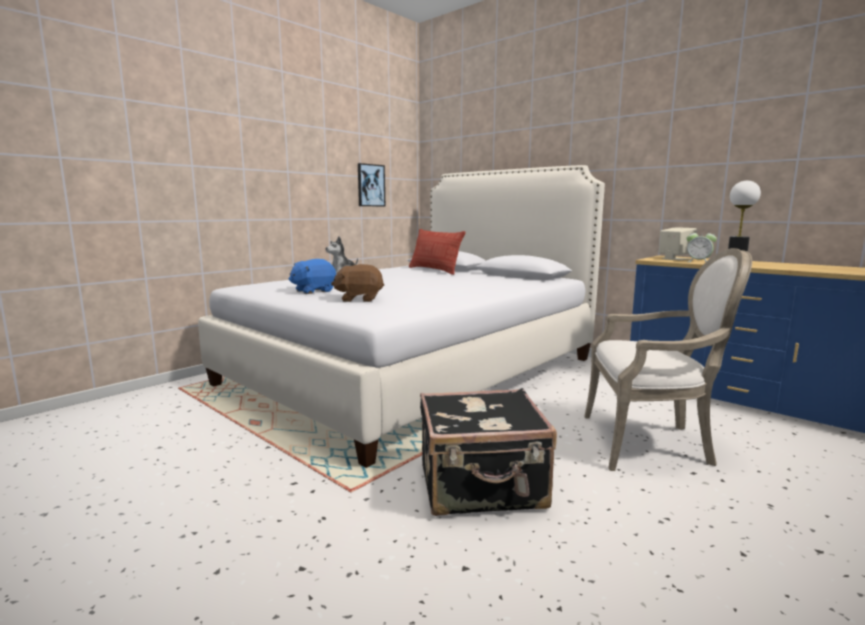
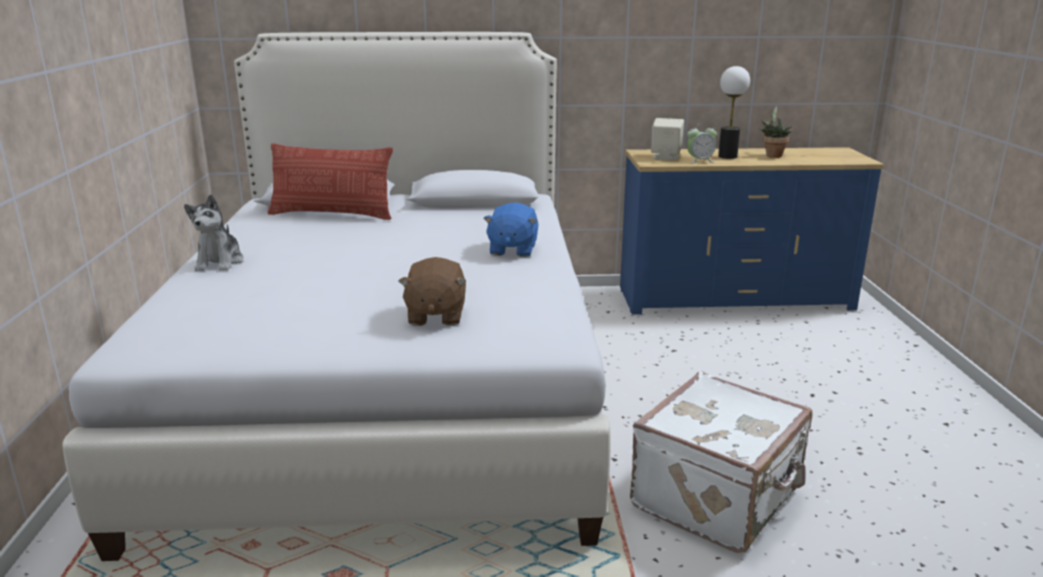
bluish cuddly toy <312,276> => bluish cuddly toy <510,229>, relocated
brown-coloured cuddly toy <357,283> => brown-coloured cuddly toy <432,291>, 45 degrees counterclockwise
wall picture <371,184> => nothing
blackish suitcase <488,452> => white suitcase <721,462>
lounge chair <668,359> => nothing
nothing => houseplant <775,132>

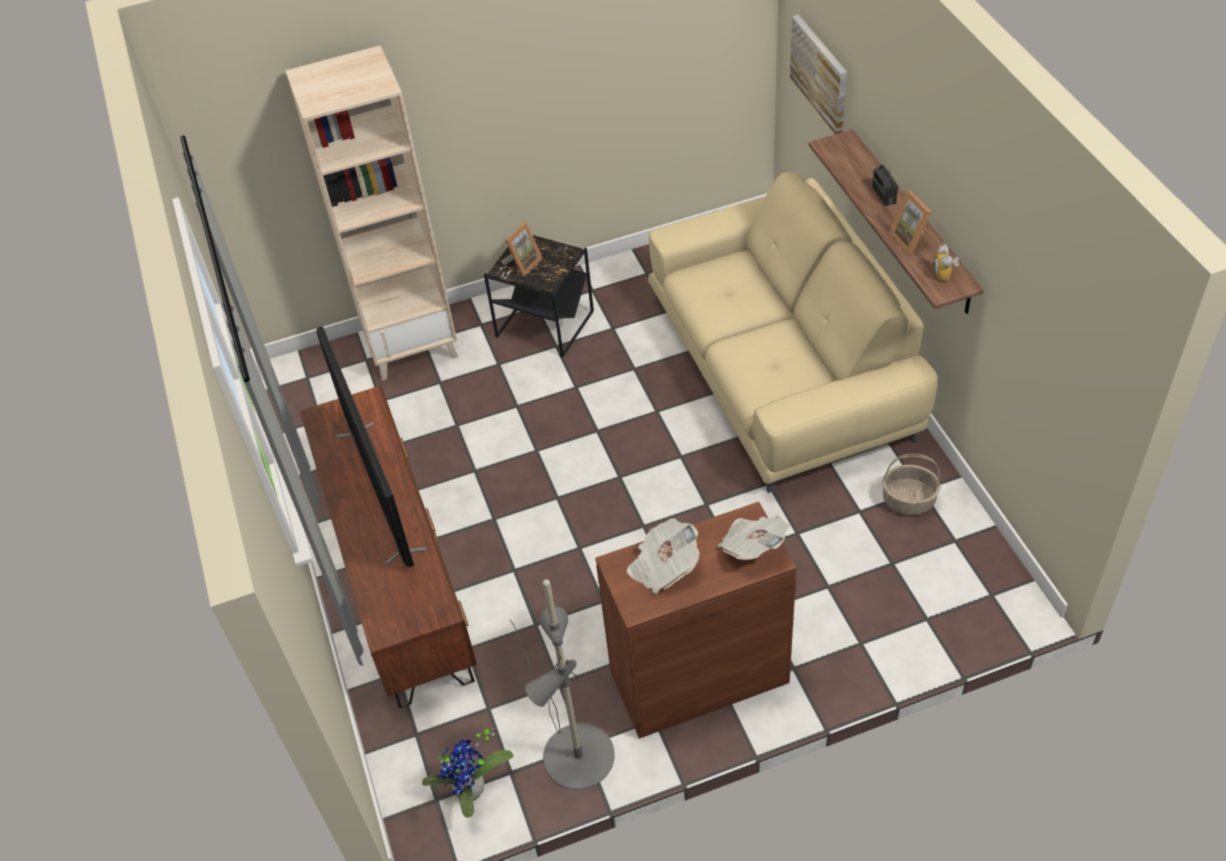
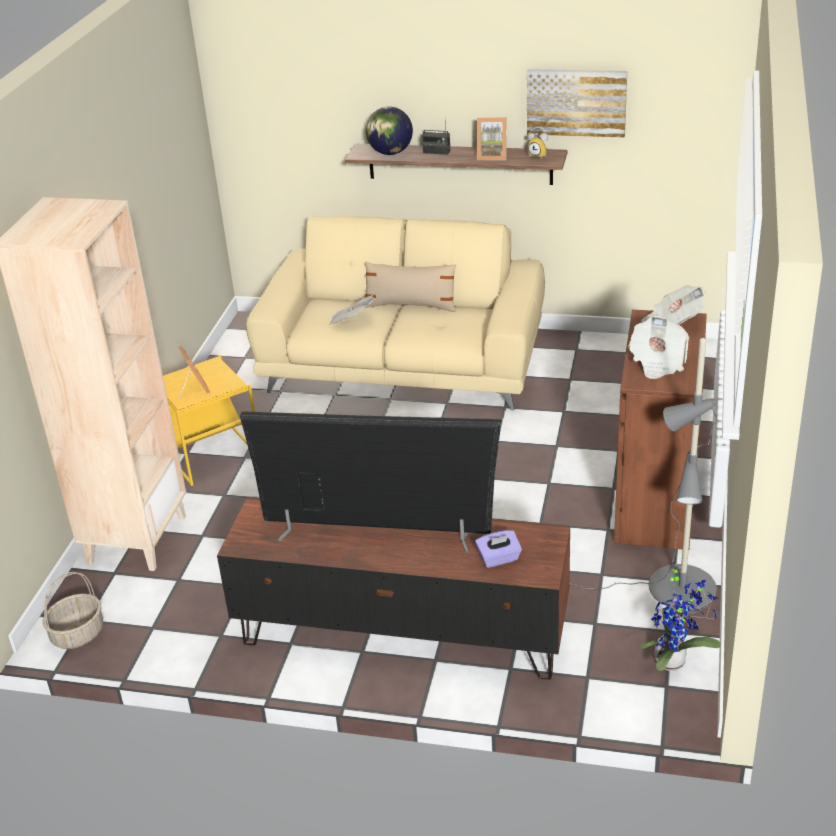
blackish accent table <539,296> => yellowish accent table <209,420>
wall picture <818,74> => wall picture <577,103>, relocated
household basket <911,484> => household basket <73,610>, relocated
nothing => daily paper <351,310>
nothing => beige-coloured pillow <410,286>
nothing => globe <389,131>
nothing => purplish tissue holder <498,549>

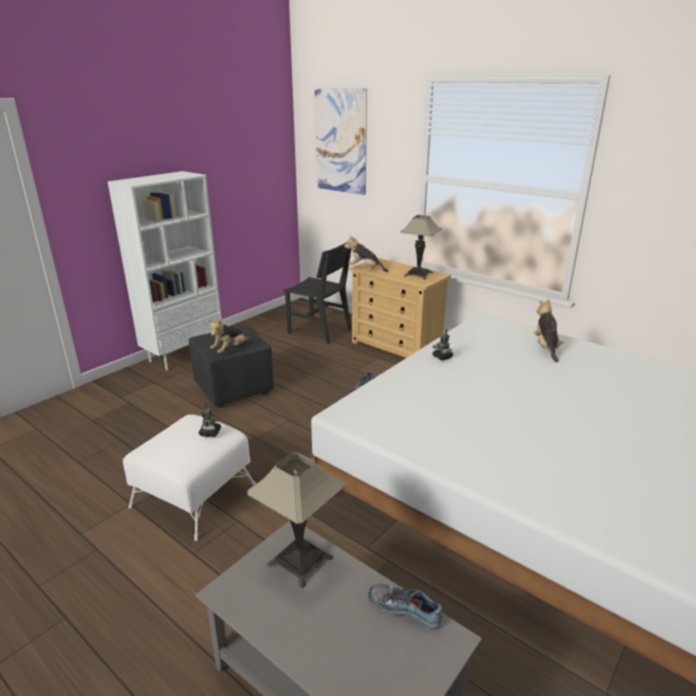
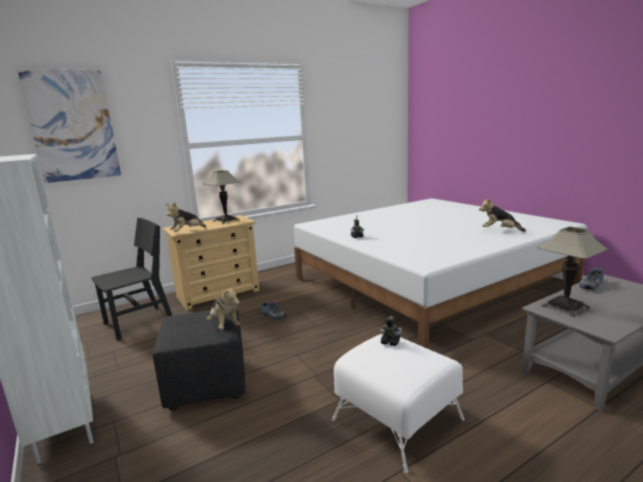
cuddly toy <549,330> => cuddly toy <502,215>, relocated

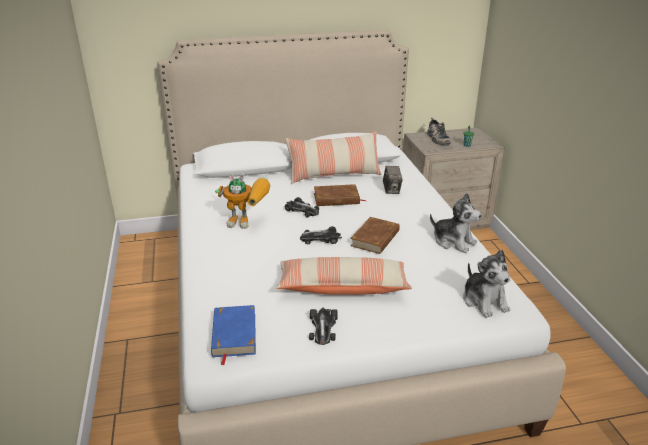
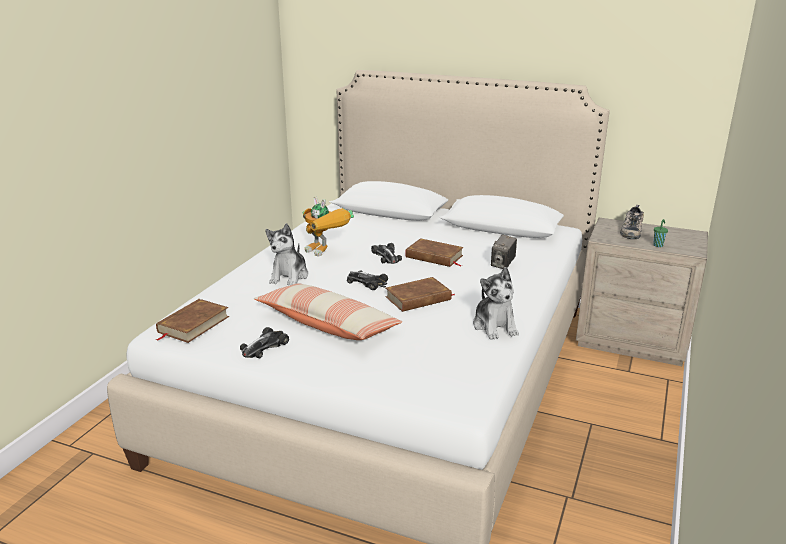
bluish bound book <233,335> => brown-coloured bound book <192,321>
pillow <333,157> => nothing
cuddly toy <487,283> => cuddly toy <286,254>, relocated

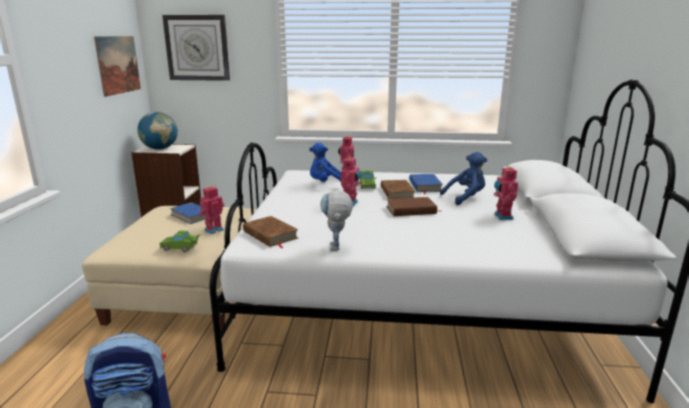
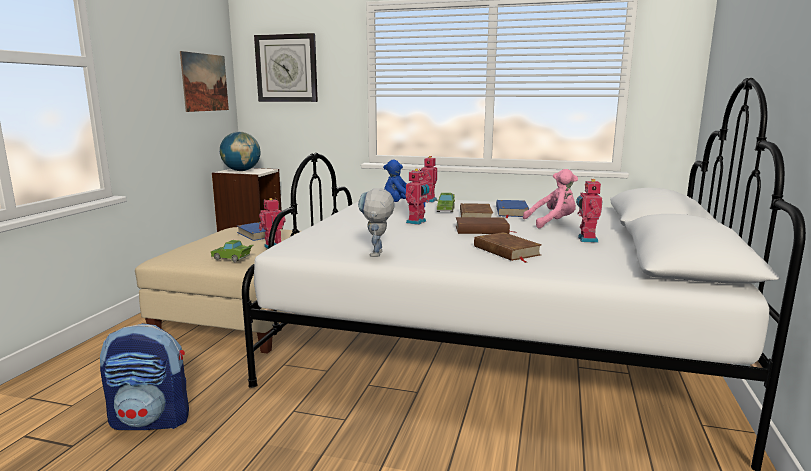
brown-coloured bound book <270,232> => brown-coloured bound book <508,247>, relocated
bluish cuddly toy <463,178> => pinkish cuddly toy <550,199>

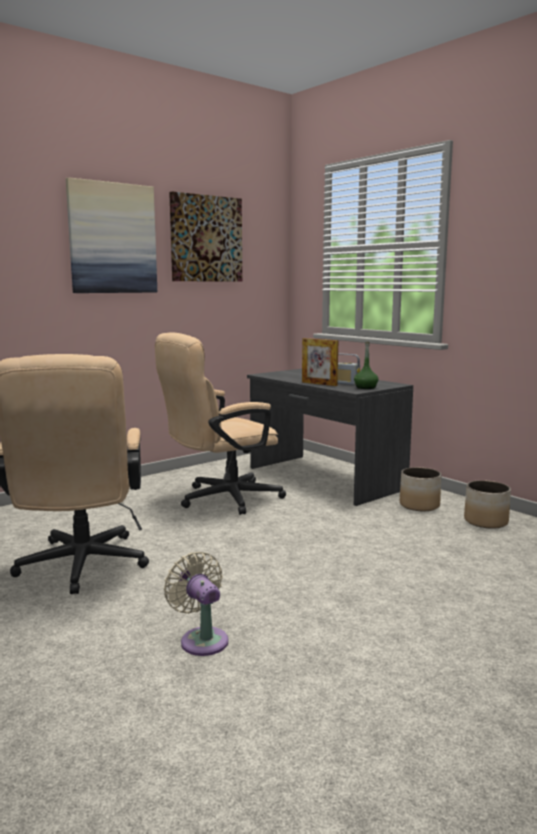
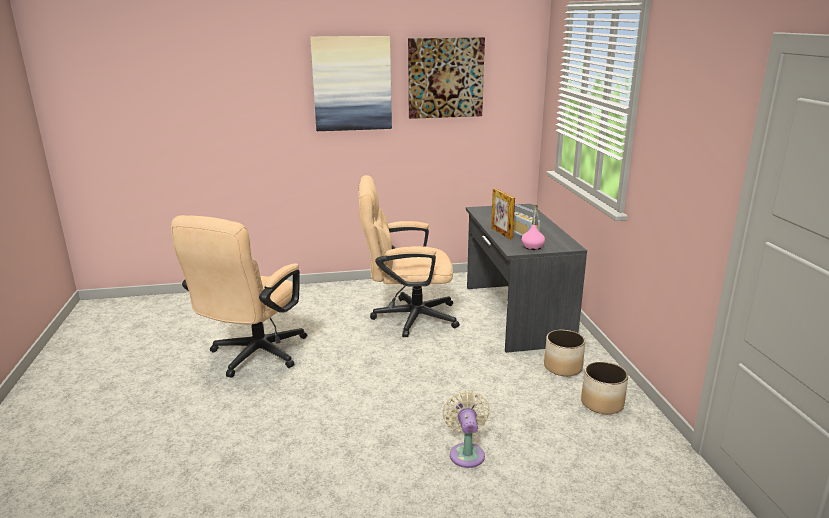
beige-coloured fan <196,604> => beige-coloured fan <466,429>, relocated
green-coloured bottle <366,365> => pinkish bottle <533,227>

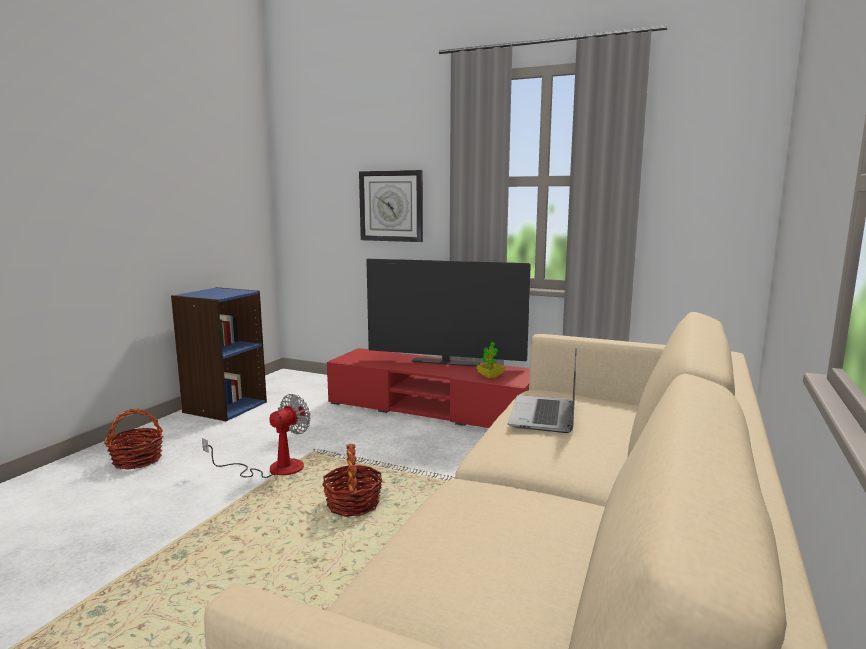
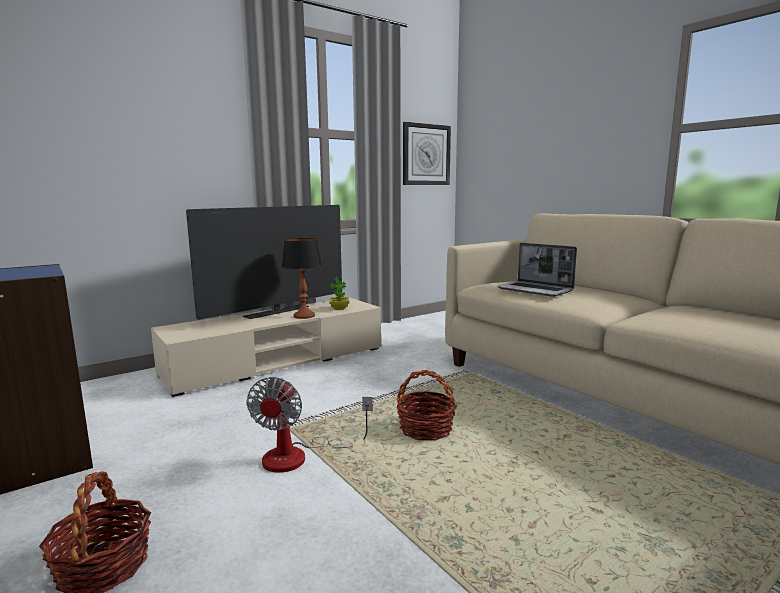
fan <256,436> => fan <309,425>, 150 degrees counterclockwise
red-coloured tv stand <428,388> => beige-coloured tv stand <266,347>
wall clock <391,206> => wall clock <427,153>, relocated
nothing => lamp for a table <302,278>

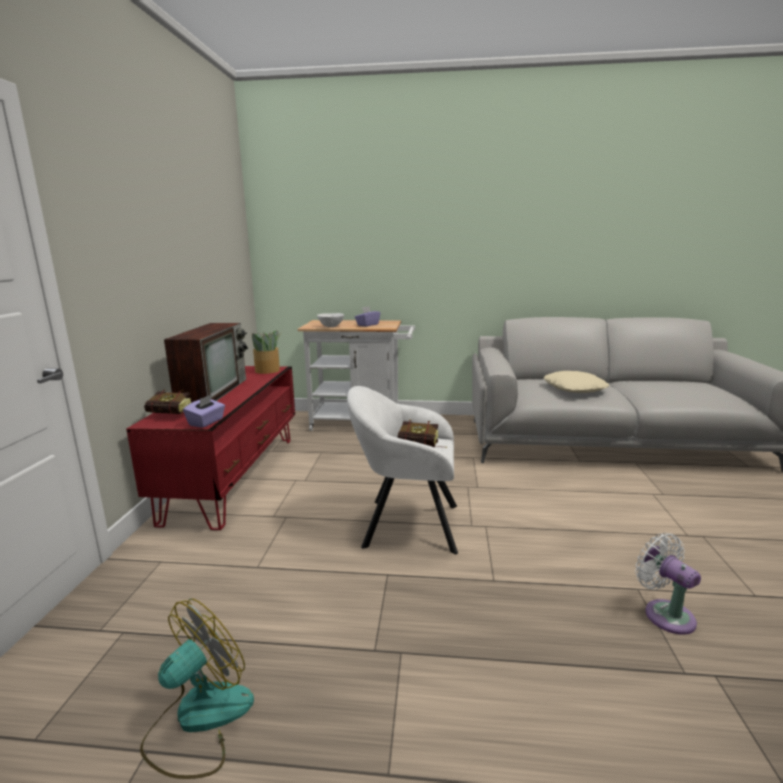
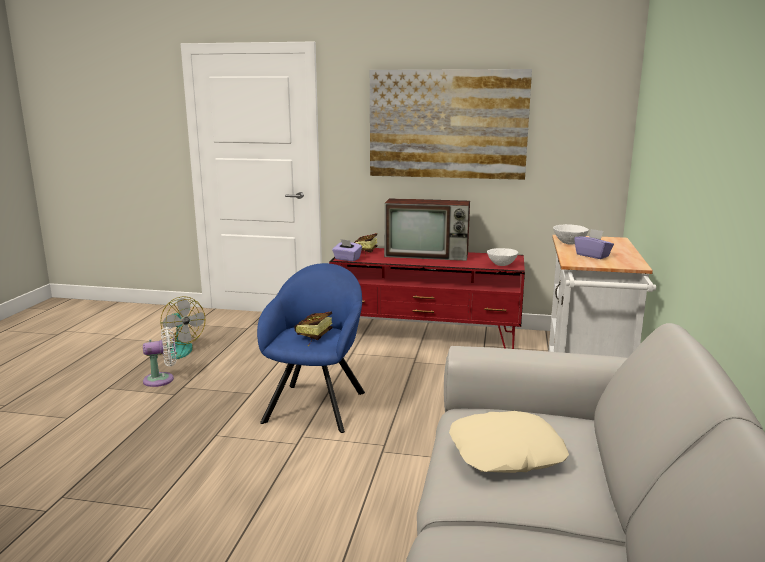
houseplant <266,352> => white bowl <502,257>
white lounge chair <402,470> => bluish lounge chair <311,348>
white fan <668,584> => white fan <159,357>, relocated
nothing => wall picture <451,124>

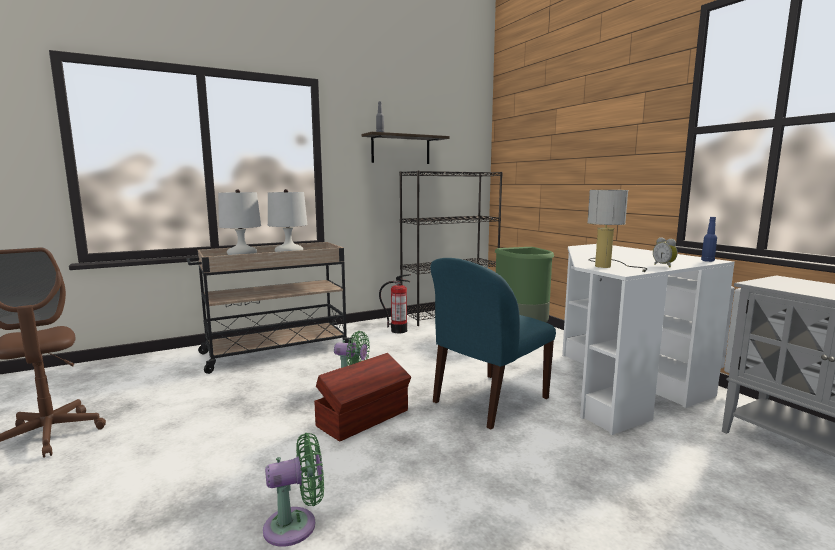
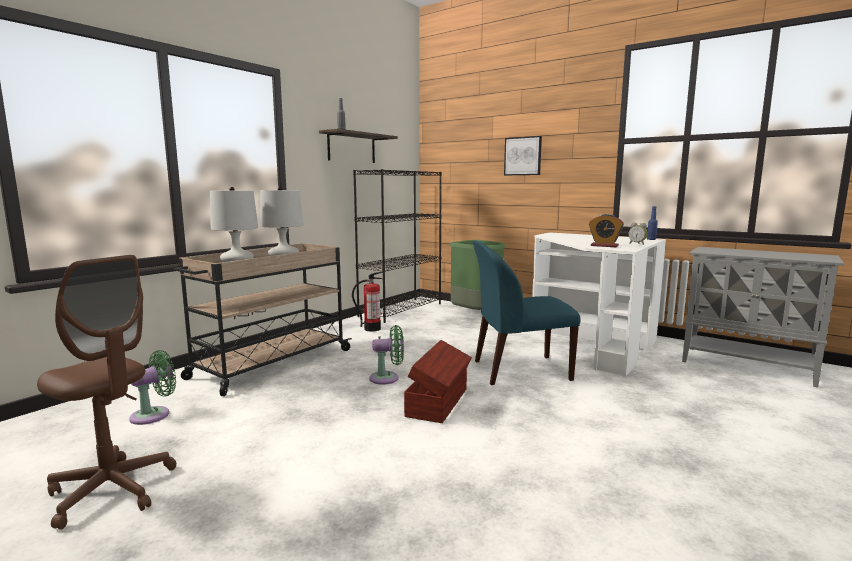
green-coloured fan <293,489> => green-coloured fan <152,387>, relocated
bluish plain chair <493,344> => bluish plain chair <527,313>, 60 degrees clockwise
lamp for a table <617,231> => alarm clock <606,230>
nothing => wall picture <523,155>

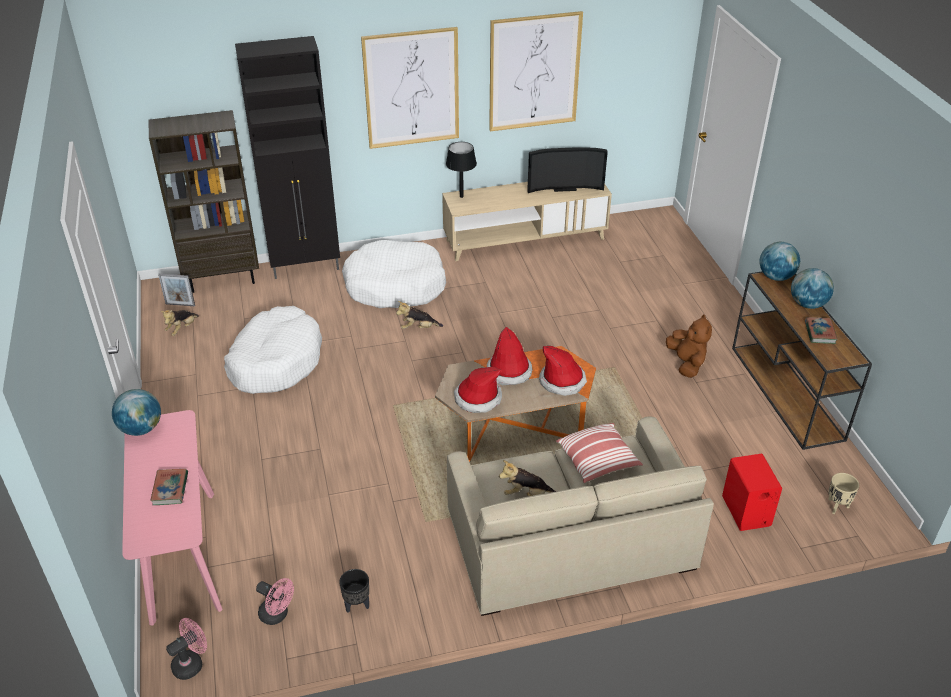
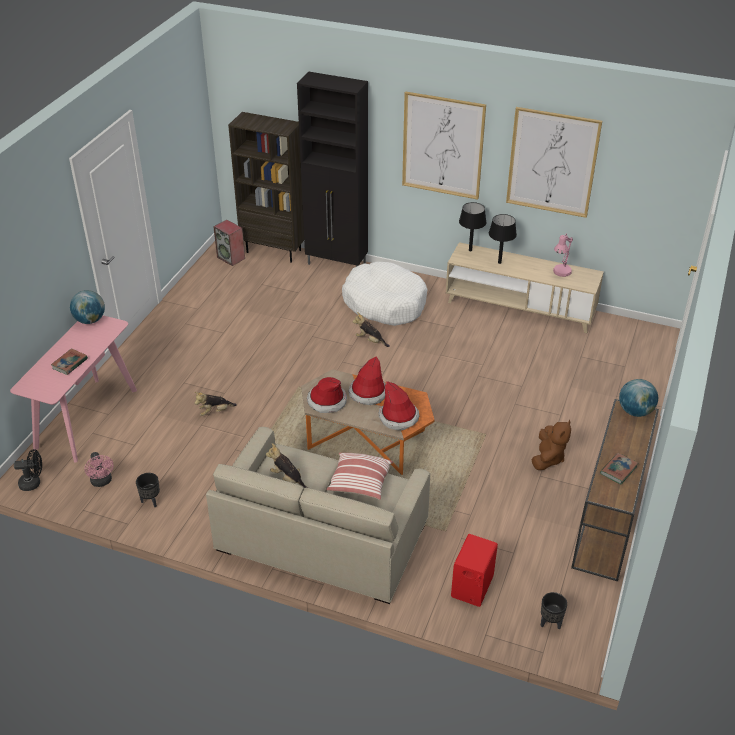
picture frame <176,290> => audio speaker <229,243>
cuddly toy <180,323> => cuddly toy <215,404>, relocated
pinkish fan <186,649> => blackish fan <28,470>
white dog cushion <273,350> => nothing
TV set <567,170> => pinkish lamp for a table <563,255>
globe <812,288> => nothing
beige-coloured planter <843,494> => blackish planter <554,611>
nothing => blackish lamp for a table <503,239>

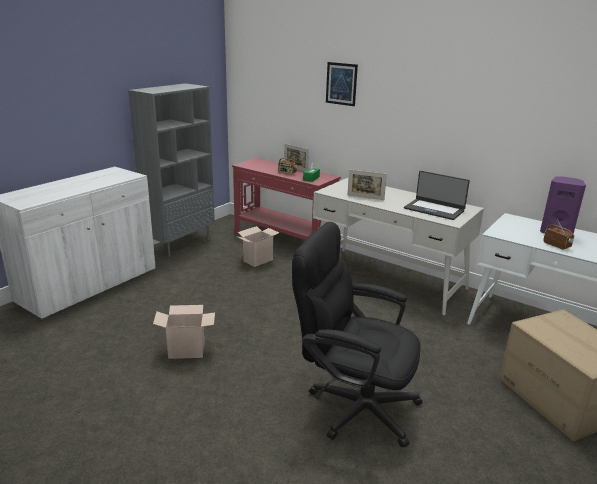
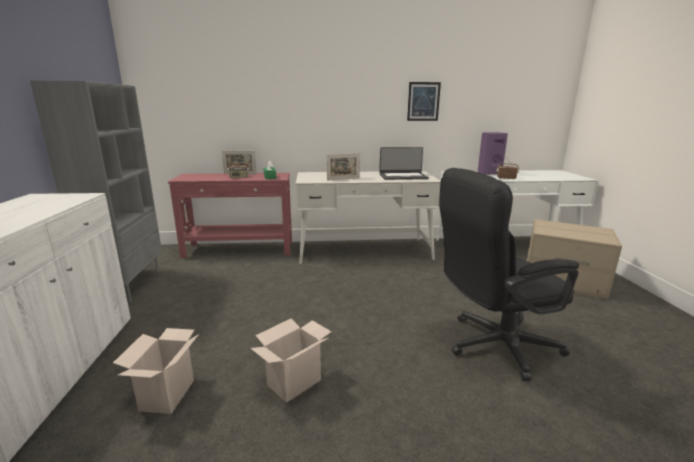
cardboard box <257,246> => cardboard box <156,371>, relocated
wall picture <342,84> => wall picture <424,101>, relocated

